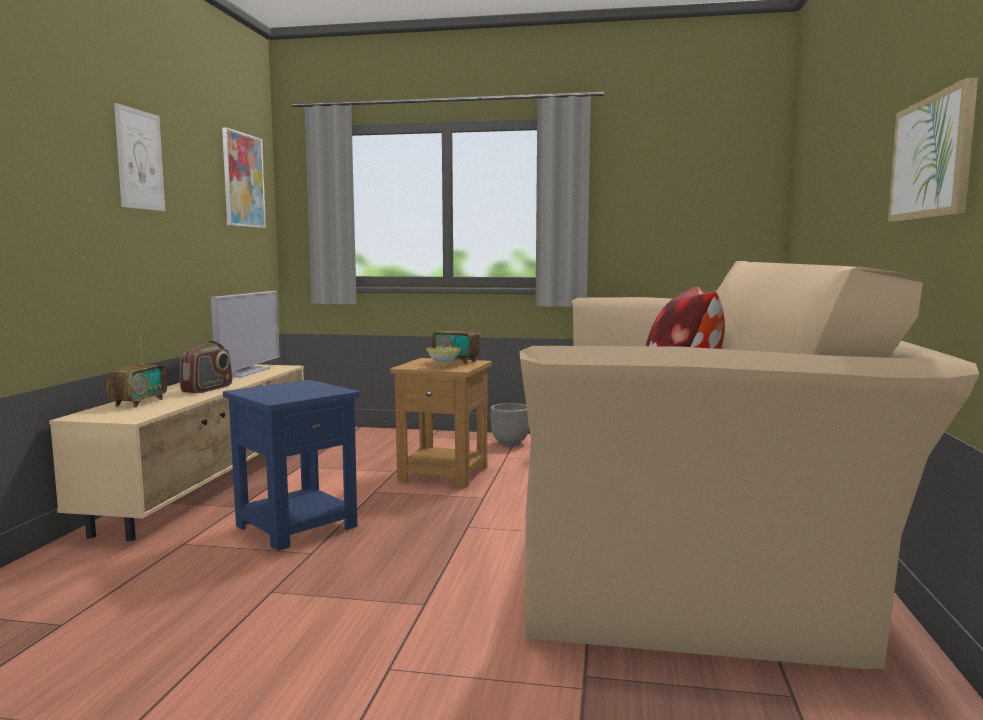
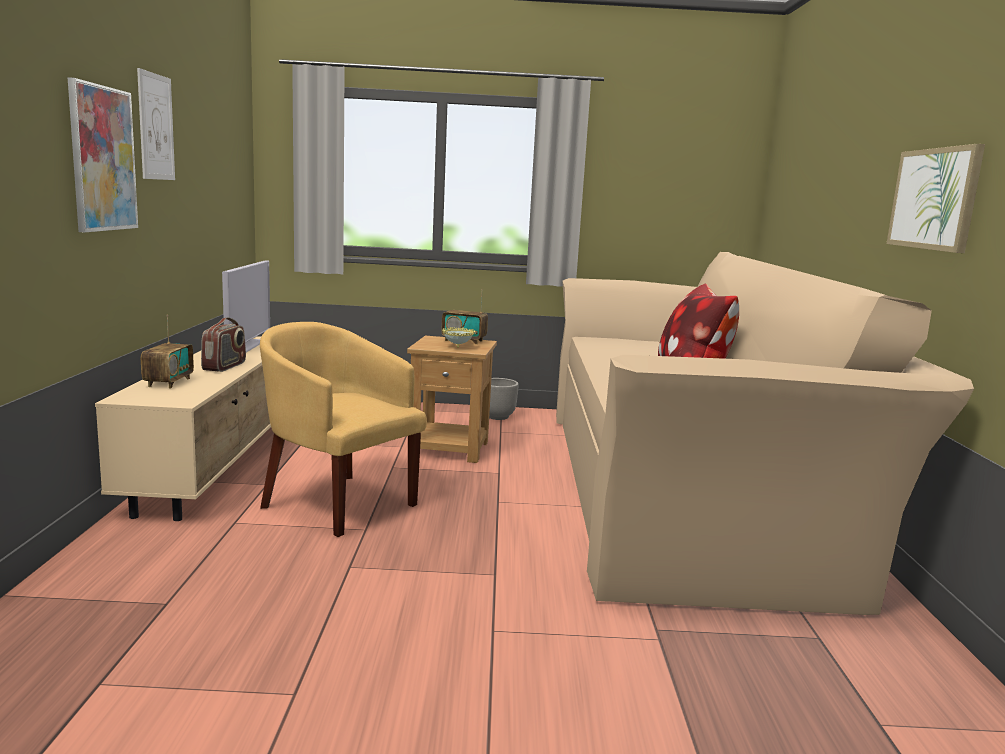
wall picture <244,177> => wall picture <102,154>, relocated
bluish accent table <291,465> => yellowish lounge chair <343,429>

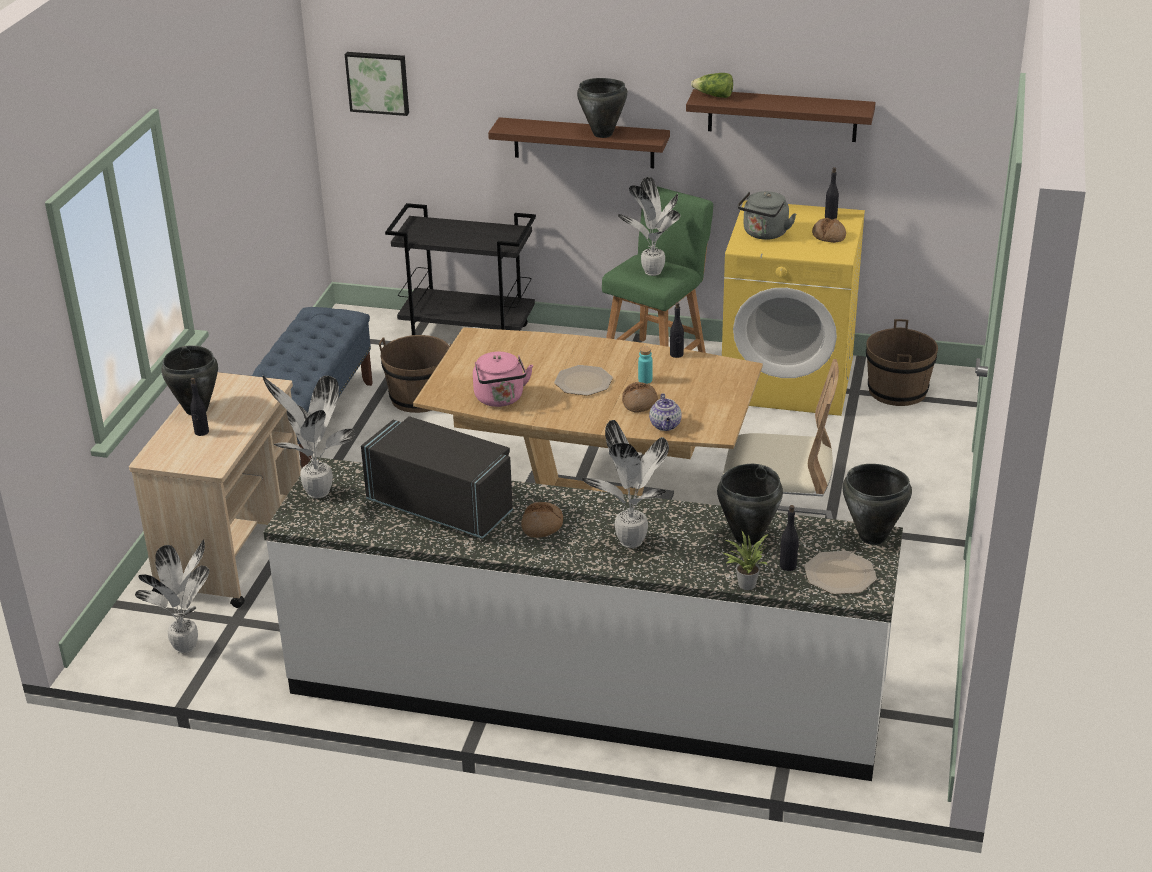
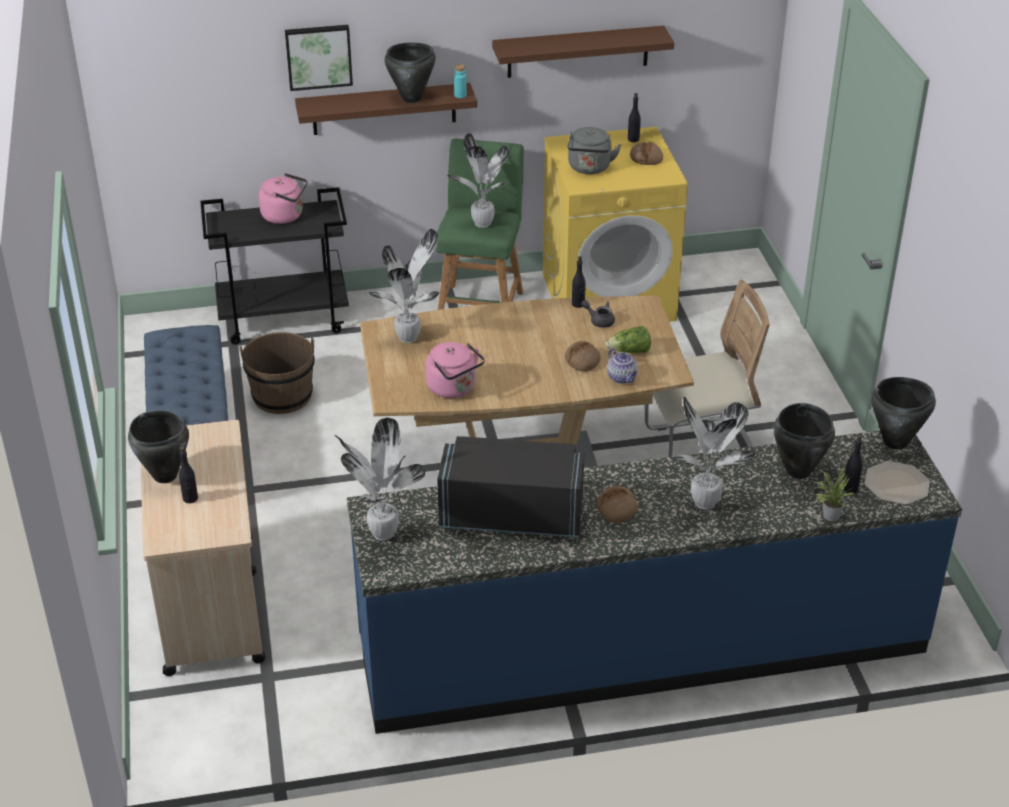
houseplant <172,596> => houseplant <404,286>, relocated
white kitchen counter <583,619> => bluish kitchen counter <654,582>
wall picture <377,84> => wall picture <319,58>, relocated
flat dish <583,380> => nothing
blue-green bottle <645,365> => blue-green bottle <460,81>, relocated
head of lettuce <712,85> => head of lettuce <628,340>, relocated
brown-coloured bucket <902,362> => nothing
nothing => pinkish water kettle <283,198>
nothing => greyish teapot <598,314>

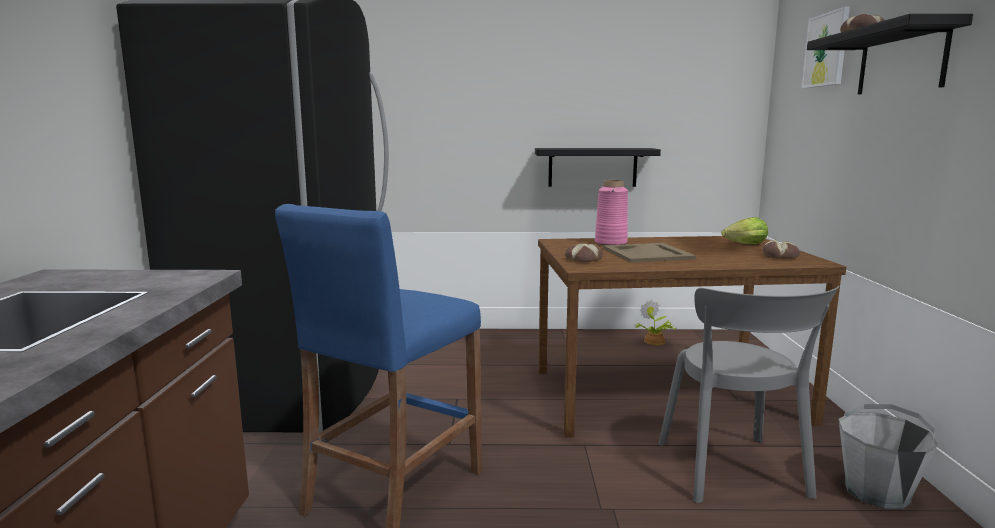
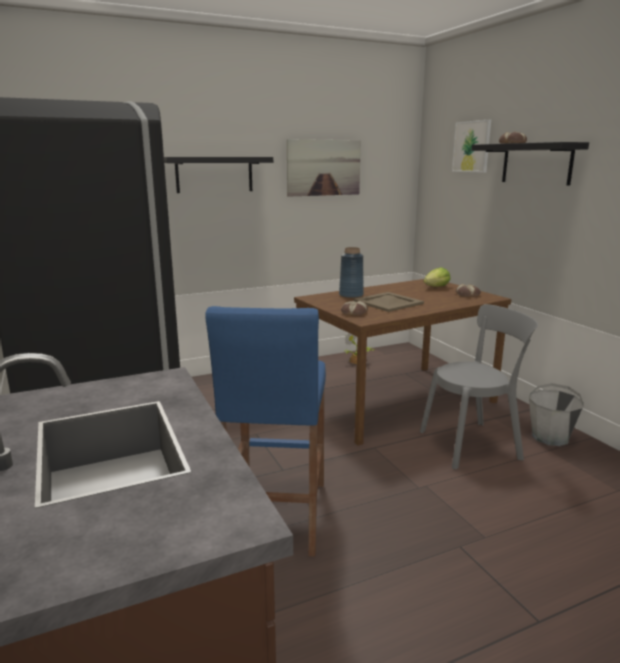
blackish wall shelf <598,167> => blackish wall shelf <218,175>, relocated
pinkish decorative vase <611,212> => bluish decorative vase <351,272>
greyish plain chair <749,394> => greyish plain chair <479,386>, 75 degrees counterclockwise
nothing => wall picture <324,168>

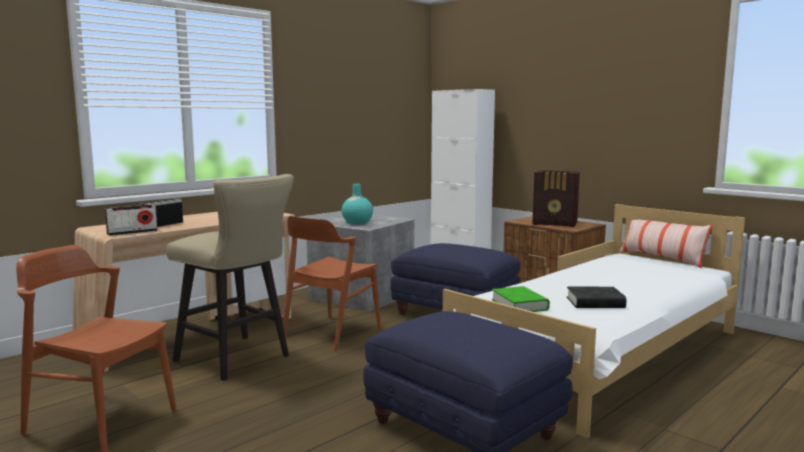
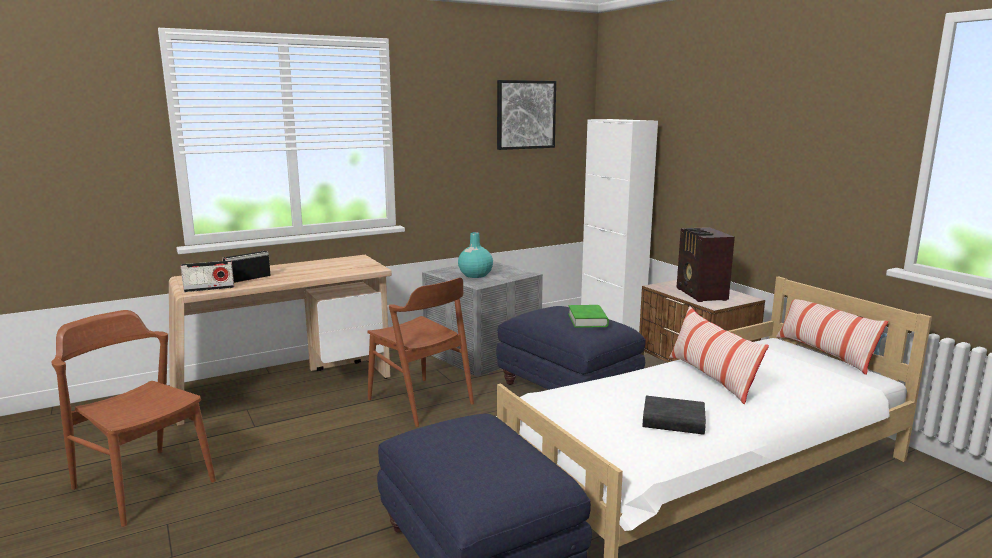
beige-coloured stool <230,277> => nothing
brown-coloured plain chair <332,283> => brown-coloured plain chair <420,352>, 90 degrees counterclockwise
green-coloured bound book <521,299> => green-coloured bound book <588,316>, relocated
radio set <556,198> => radio set <705,264>, 45 degrees clockwise
nothing => wall picture <526,115>
nothing => pillow <719,355>

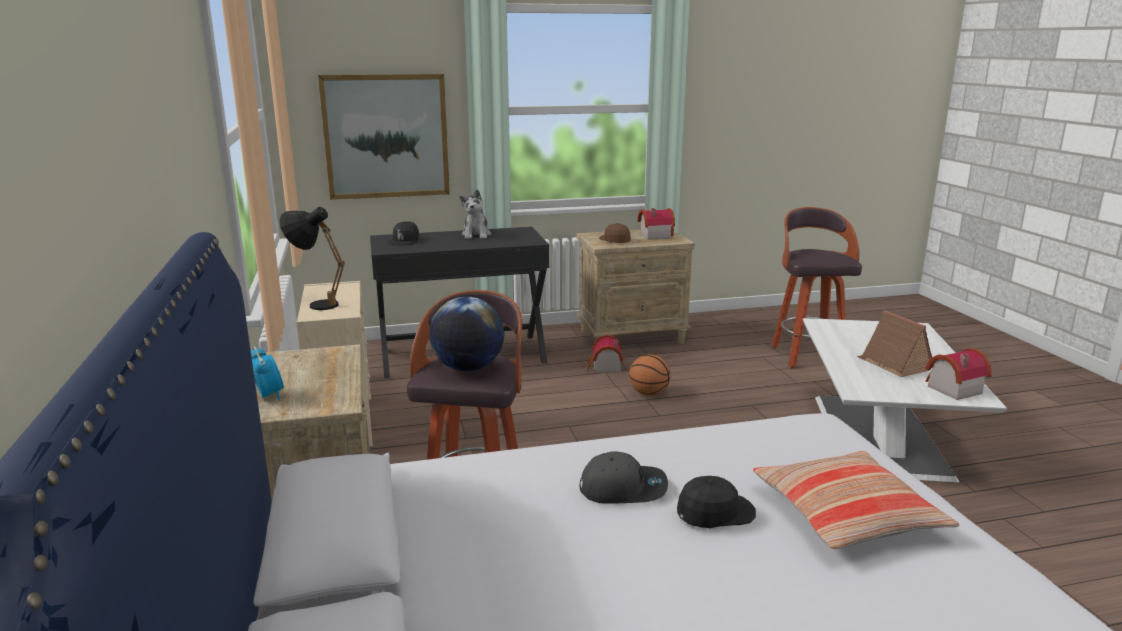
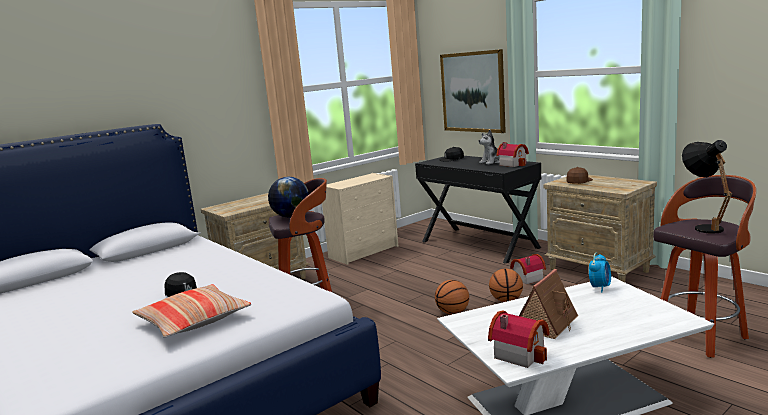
alarm clock <267,373> => alarm clock <600,272>, relocated
blackish lamp for a table <312,258> => blackish lamp for a table <707,187>, relocated
greyish peaked cap <624,477> => nothing
model house <656,224> => model house <512,154>, relocated
nothing => ball for basketball <452,297>

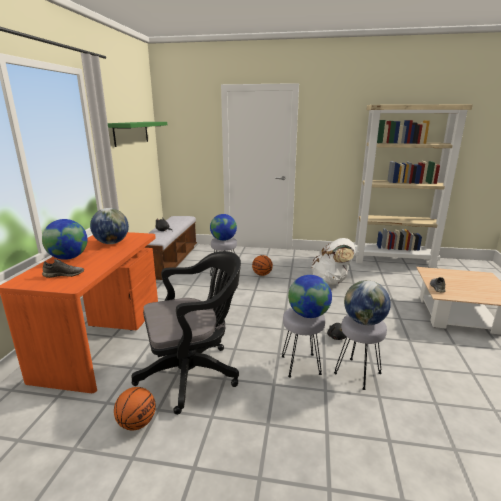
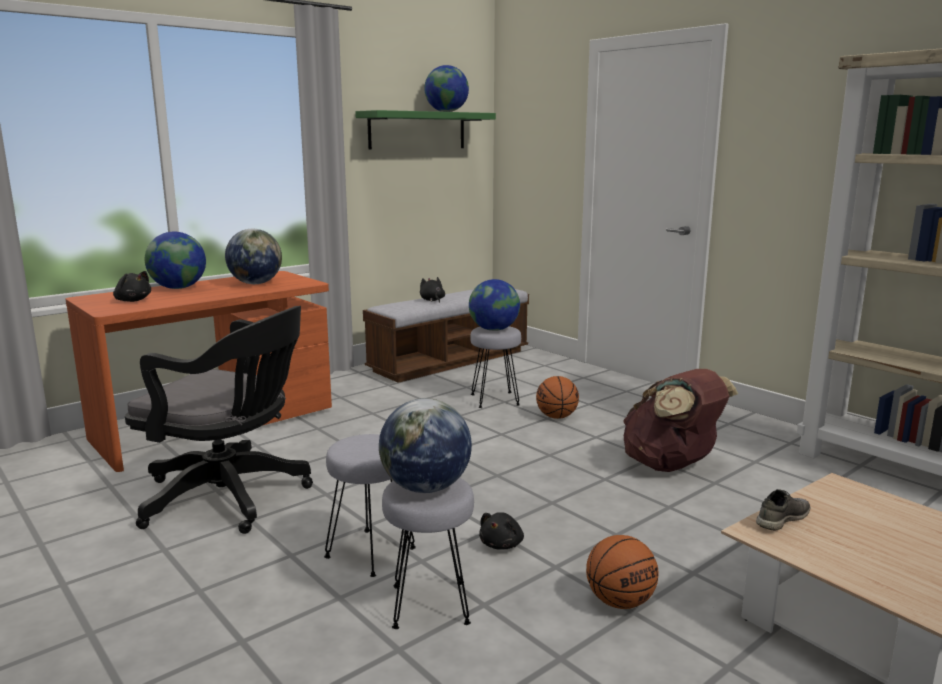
greyish item of footwear <63,268> => blackish cuddly toy <132,286>
ball for basketball <135,408> => ball for basketball <622,572>, relocated
globe <310,296> => globe <446,88>, relocated
white knapsack <333,261> => brown-coloured knapsack <680,420>

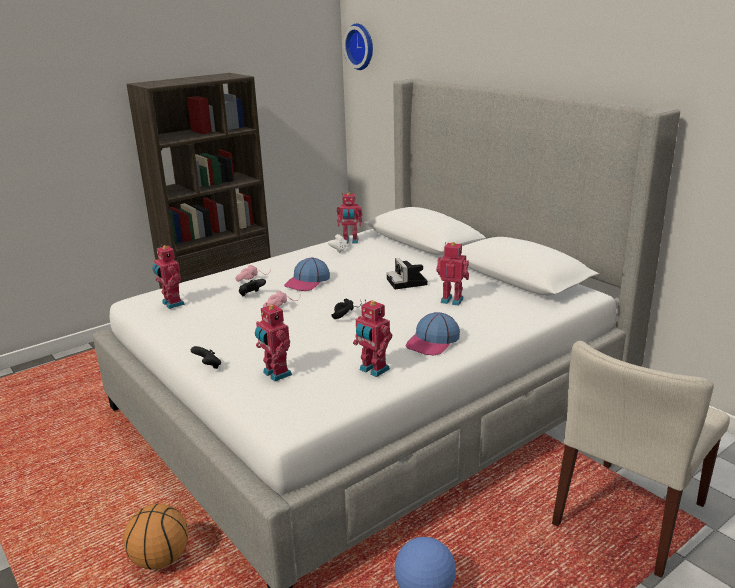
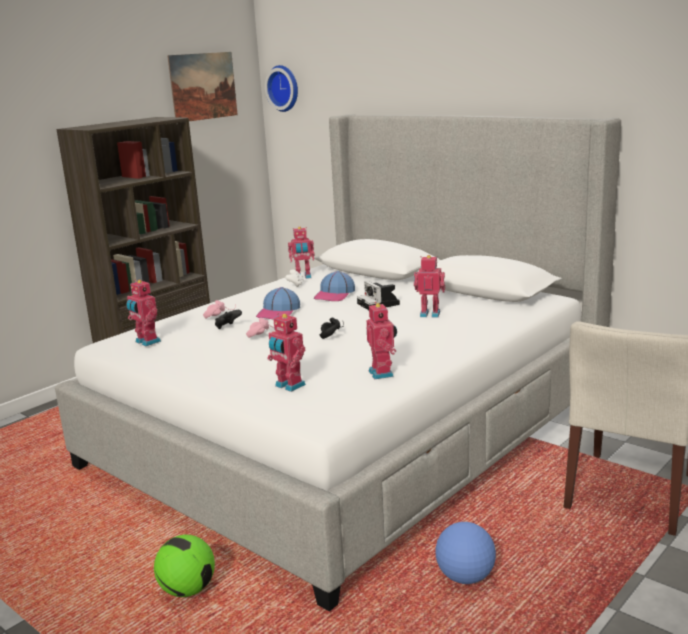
ball for basketball <155,537> => ball for football <184,566>
blackish game controller <206,357> => nothing
toy robot <372,338> => toy robot <382,341>, 135 degrees counterclockwise
peaked cap <432,334> => peaked cap <334,286>, relocated
nothing => wall picture <202,86>

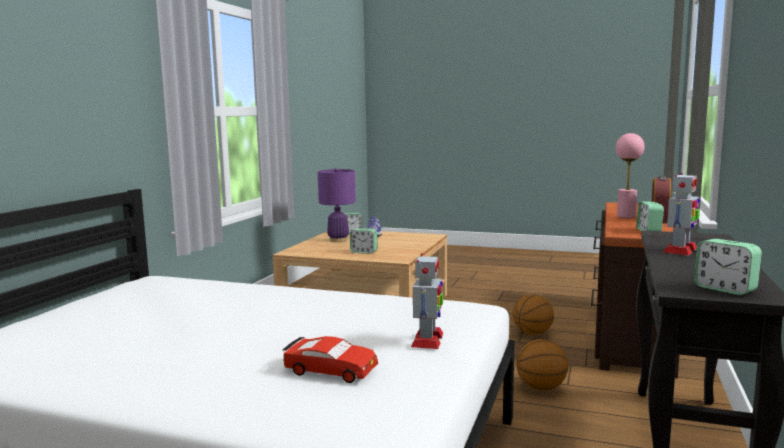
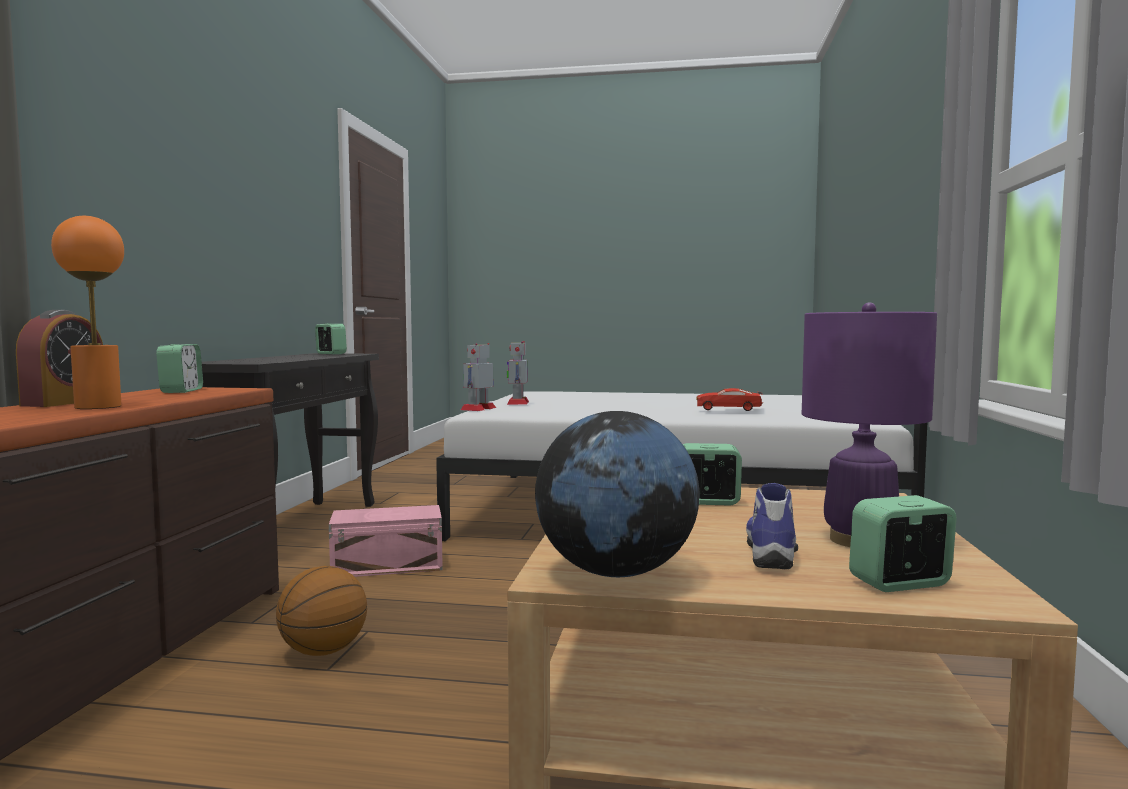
red-coloured model car <330,359> => red-coloured model car <730,399>, relocated
ball for basketball <542,365> => pinkish storage box <386,541>
pinkish lamp for a table <630,175> => orange lamp for a table <87,312>
toy robot <681,214> => toy robot <478,377>, relocated
nothing => globe <617,494>

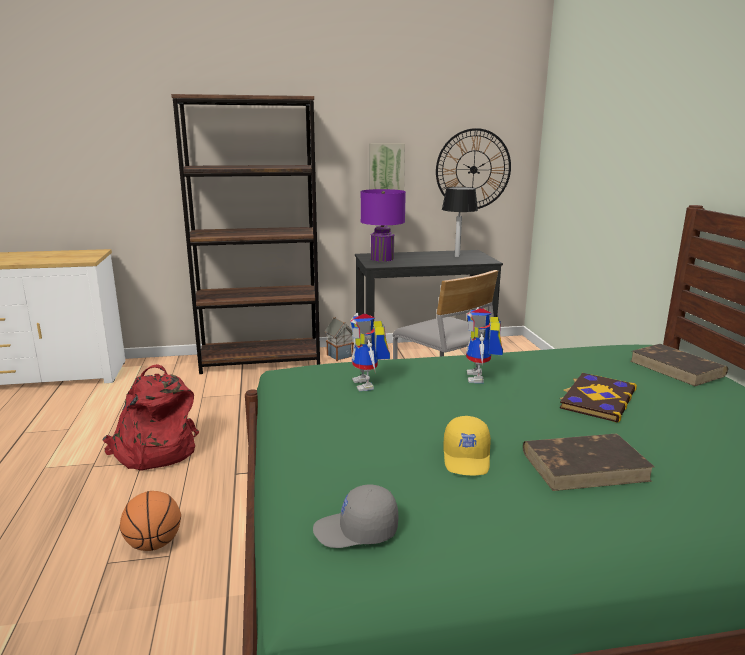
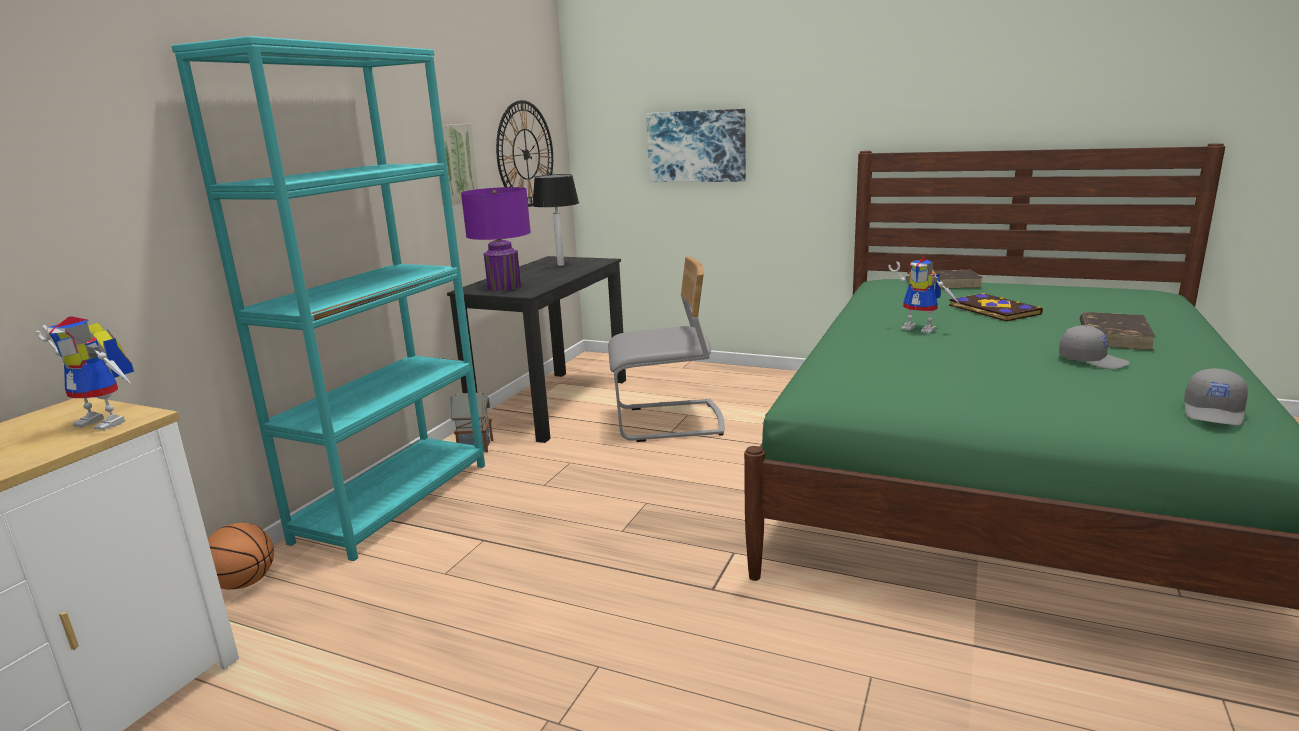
red-coloured knapsack <150,417> => nothing
ball for basketball <150,521> => ball for basketball <241,556>, relocated
brown-coloured bookcase <245,234> => blue-green bookcase <328,298>
toy robot <370,352> => toy robot <85,373>, relocated
yellowish peaked cap <467,446> => greyish peaked cap <1094,347>
nothing => wall picture <696,145>

